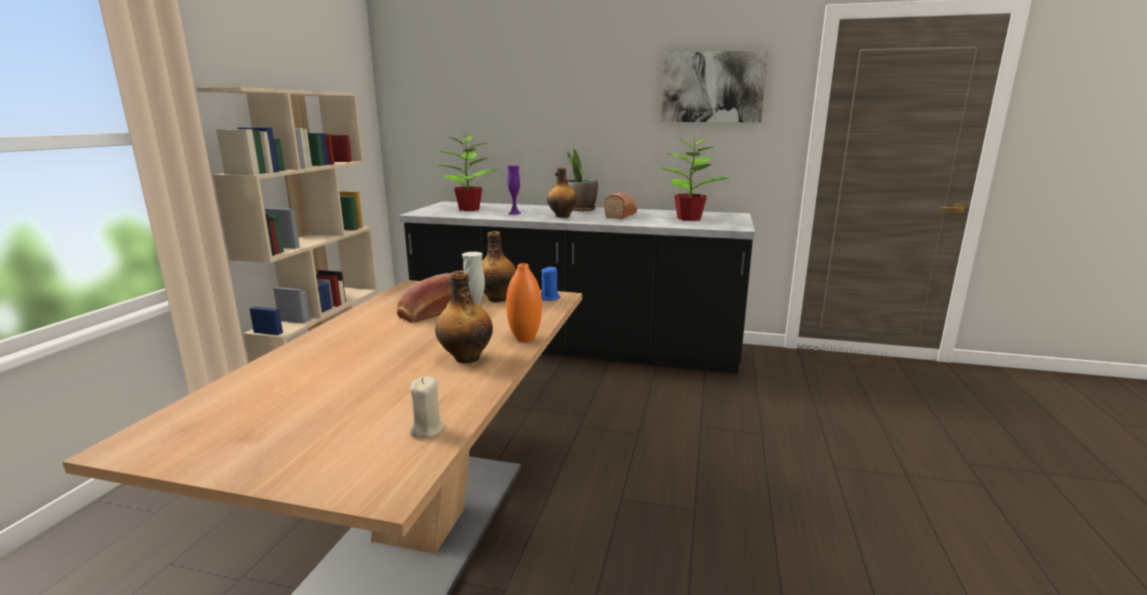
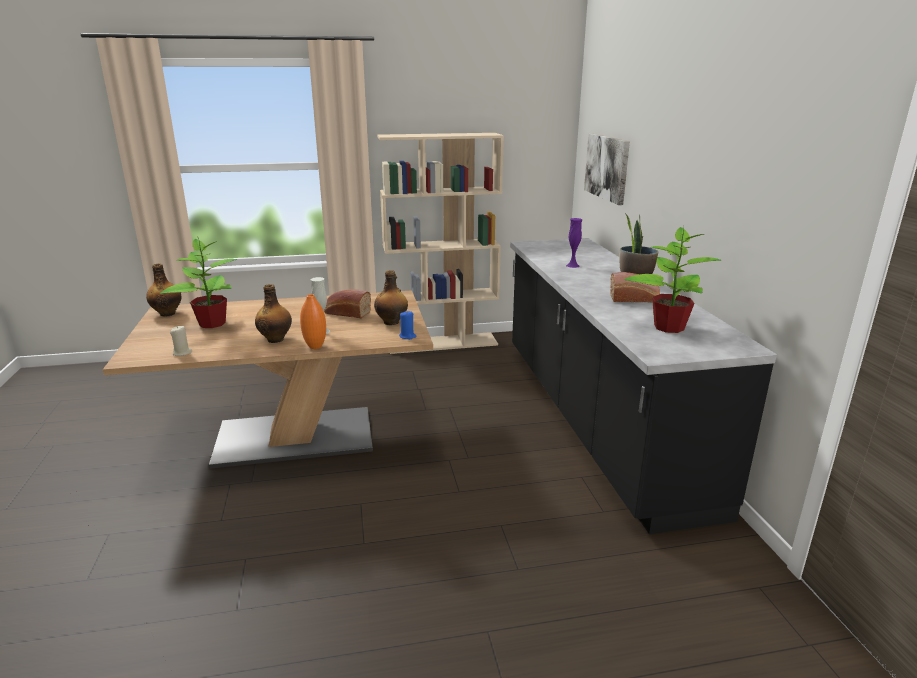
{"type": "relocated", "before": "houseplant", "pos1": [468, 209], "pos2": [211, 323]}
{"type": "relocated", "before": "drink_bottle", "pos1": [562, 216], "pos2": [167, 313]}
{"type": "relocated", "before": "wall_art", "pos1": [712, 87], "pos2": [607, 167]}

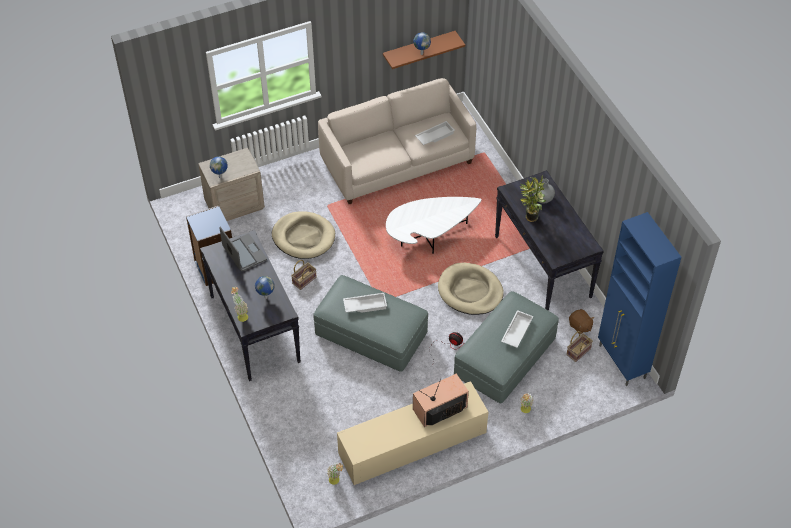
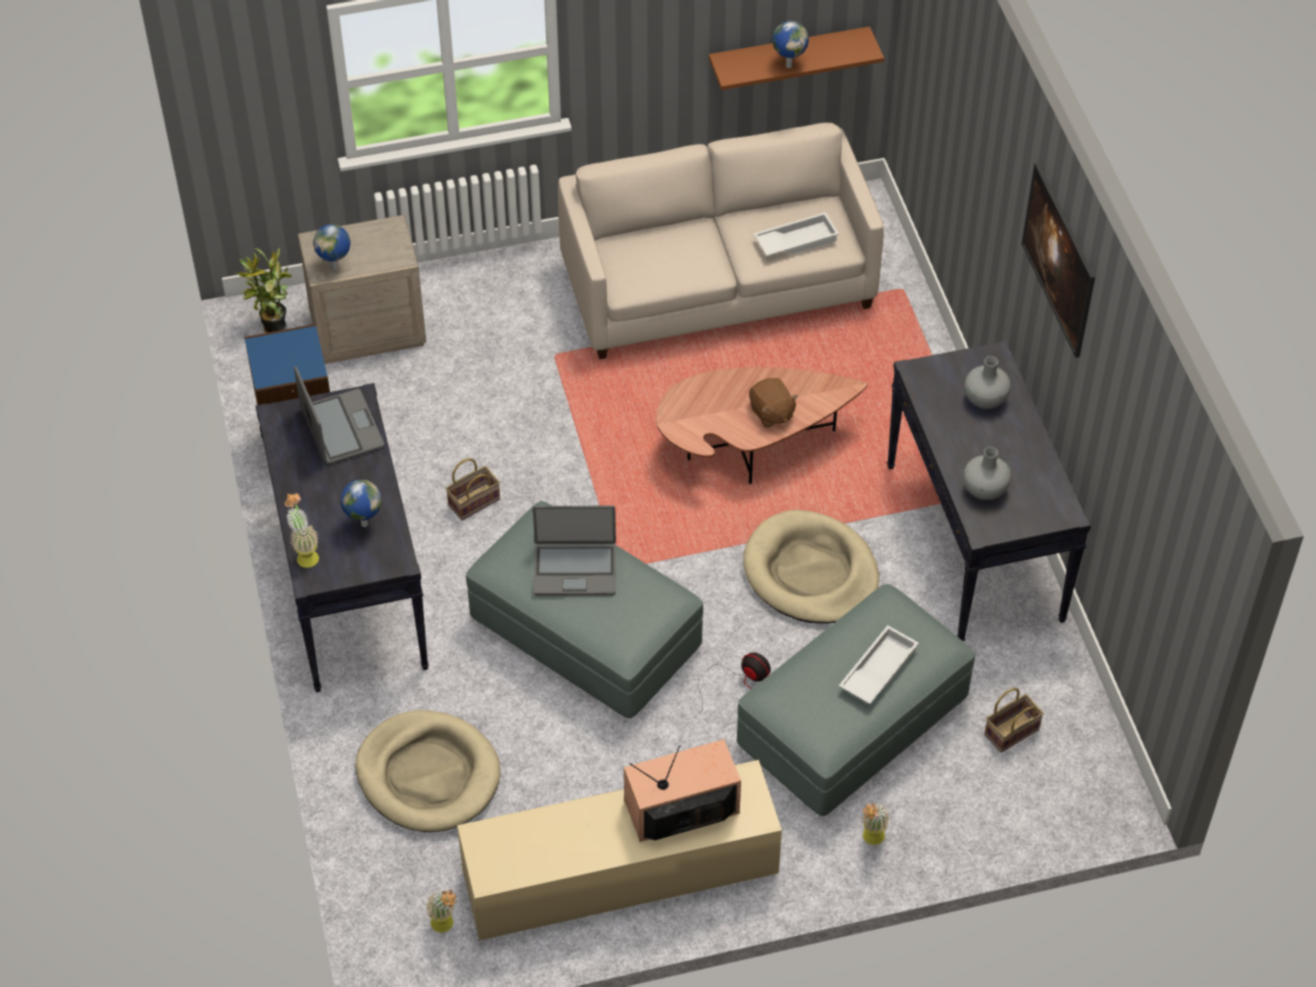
{"type": "missing", "before": "blue_cabinet", "pos1": [622, 362]}
{"type": "appeared", "after": "greyish_vase", "pos2": [984, 489]}
{"type": "appeared", "after": "wall_art", "pos2": [1055, 279]}
{"type": "relocated", "before": "sand-coloured_pet_bed", "pos1": [303, 237], "pos2": [428, 775]}
{"type": "relocated", "before": "houseplant", "pos1": [530, 218], "pos2": [272, 328]}
{"type": "relocated", "before": "brownish_soft_toy", "pos1": [580, 326], "pos2": [771, 413]}
{"type": "exchanged", "before": "white_carrying_tray", "after": "laptop", "pos1": [365, 305], "pos2": [575, 569]}
{"type": "colour", "before": "white_low_table", "after": "brownish_low_table", "pos1": [428, 236], "pos2": [748, 447]}

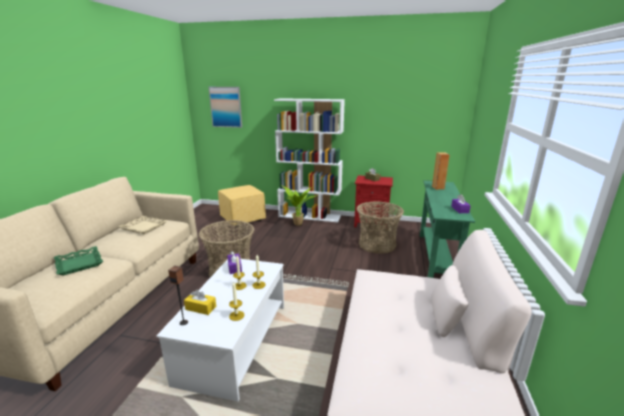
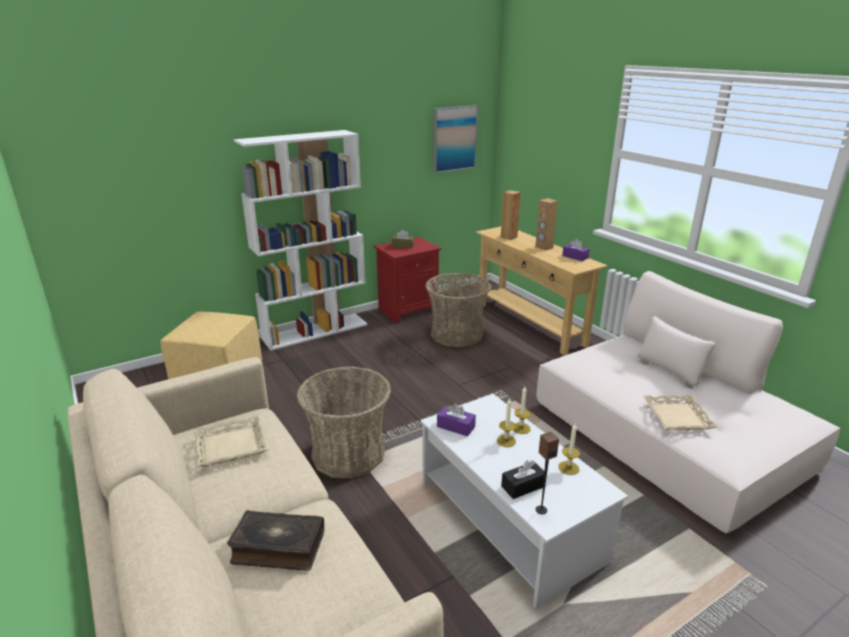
{"type": "missing", "before": "houseplant", "pos1": [298, 225]}
{"type": "appeared", "after": "brownish_loudspeaker", "pos2": [544, 247]}
{"type": "appeared", "after": "sand-coloured_carrying_tray", "pos2": [678, 417]}
{"type": "relocated", "before": "wall_art", "pos1": [226, 107], "pos2": [454, 139]}
{"type": "exchanged", "before": "greenish_carrying_tray", "after": "volume", "pos1": [79, 264], "pos2": [278, 548]}
{"type": "colour", "before": "yellowish_tissue_box", "after": "black-coloured_tissue_box", "pos1": [201, 308], "pos2": [523, 486]}
{"type": "colour", "before": "greenish_console_table", "after": "sand-coloured_console_table", "pos1": [436, 258], "pos2": [530, 324]}

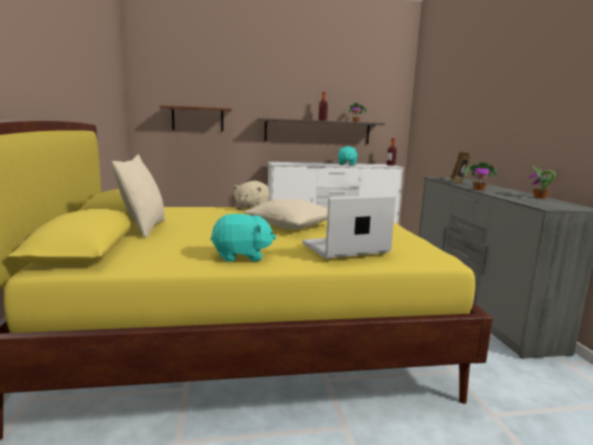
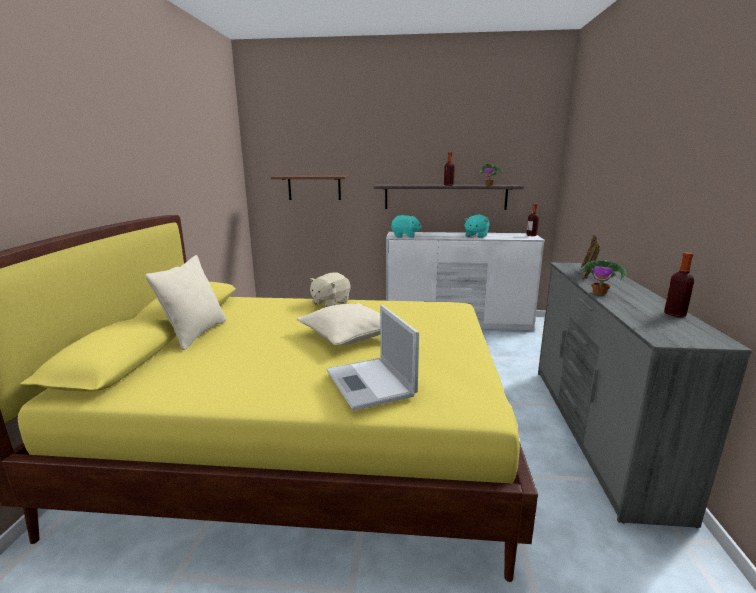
{"type": "relocated", "before": "turquoise-coloured_soft_toy", "pos1": [241, 256], "pos2": [405, 236]}
{"type": "exchanged", "before": "houseplant", "after": "drink_bottle", "pos1": [540, 197], "pos2": [674, 314]}
{"type": "spun", "before": "laptop", "pos1": [344, 248], "pos2": [371, 384], "turn": -105}

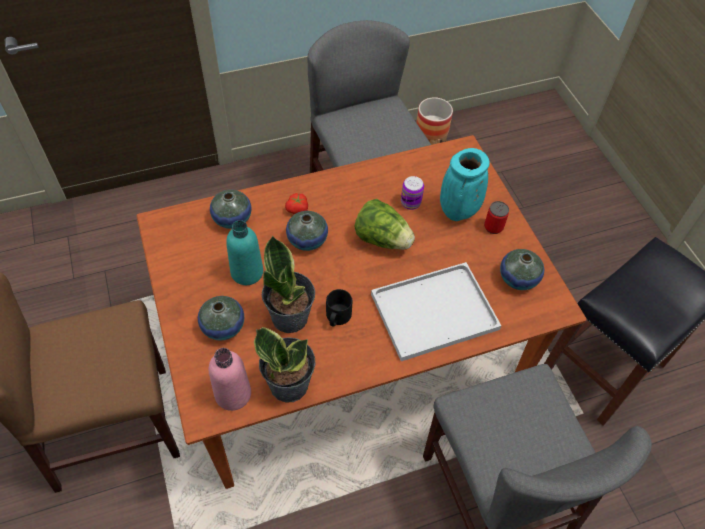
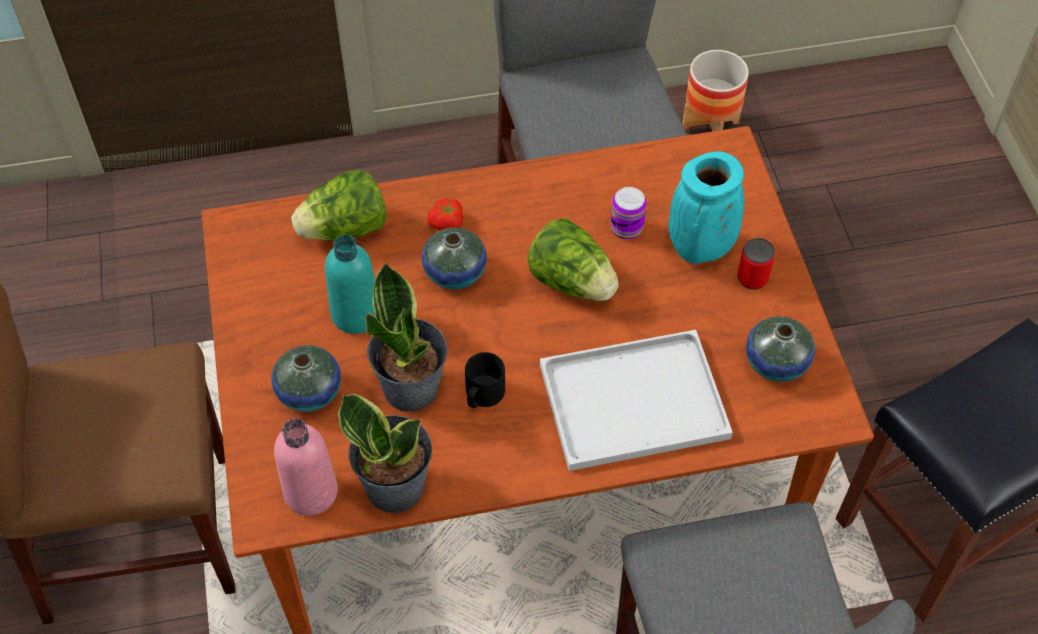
{"type": "exchanged", "before": "vase", "after": "lettuce", "pos1": [232, 218], "pos2": [345, 229]}

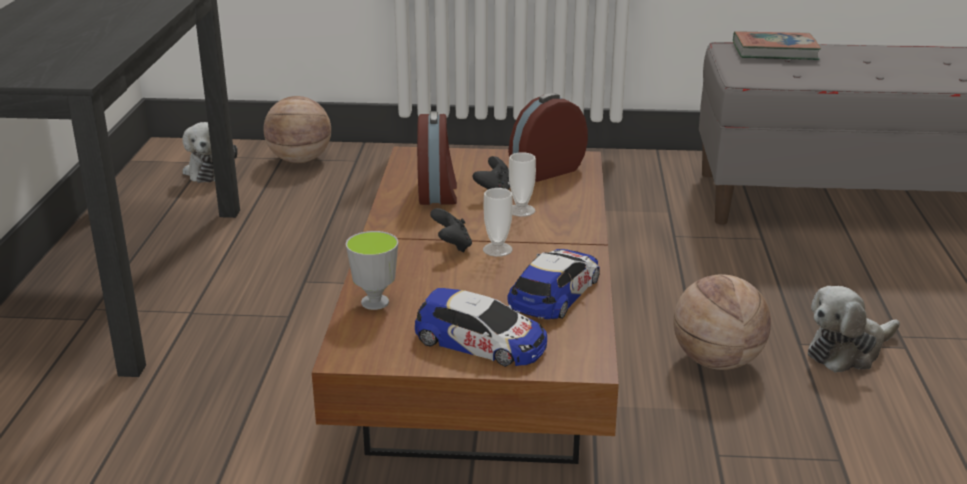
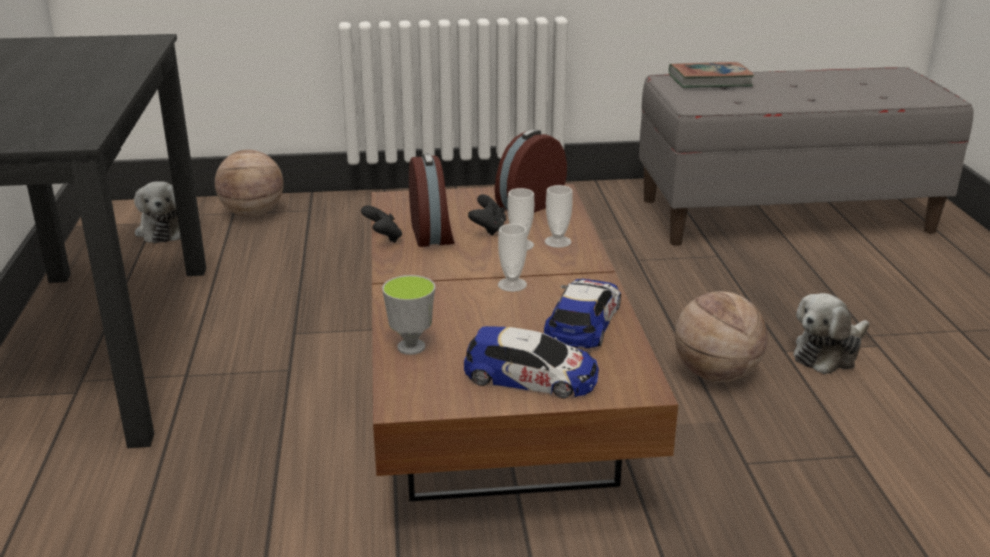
{"type": "appeared", "after": "drinking_cup", "pos2": [557, 242]}
{"type": "relocated", "before": "black-coloured_game_controller", "pos1": [452, 246], "pos2": [383, 238]}

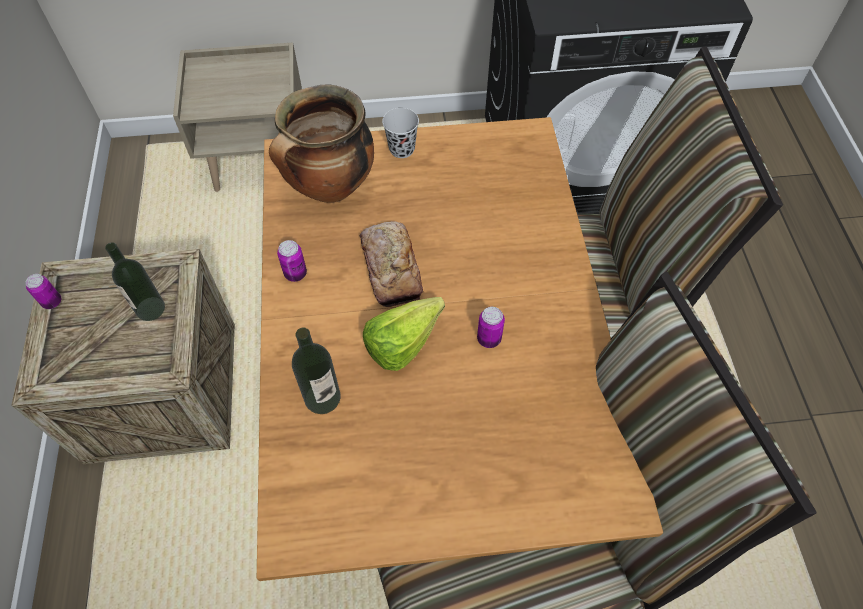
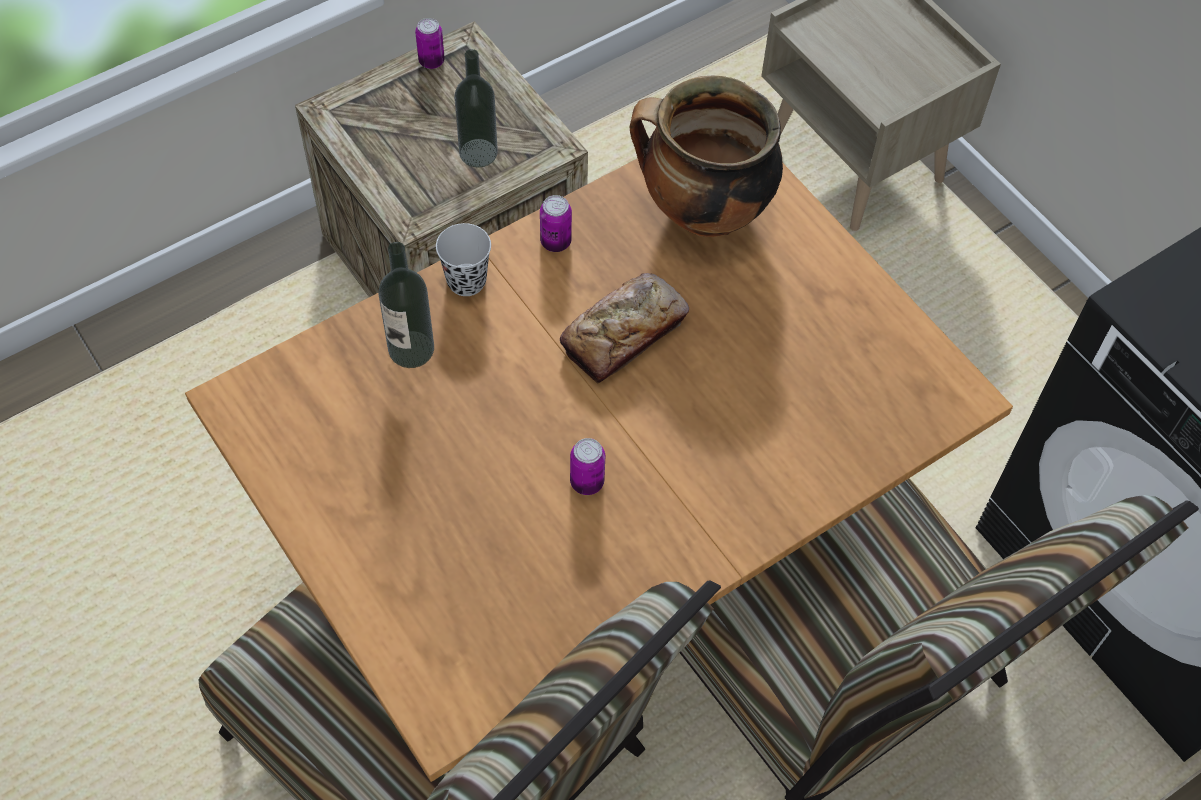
{"type": "missing", "before": "lettuce", "pos1": [409, 341]}
{"type": "relocated", "before": "black-coloured_drinking_cup", "pos1": [402, 149], "pos2": [466, 281]}

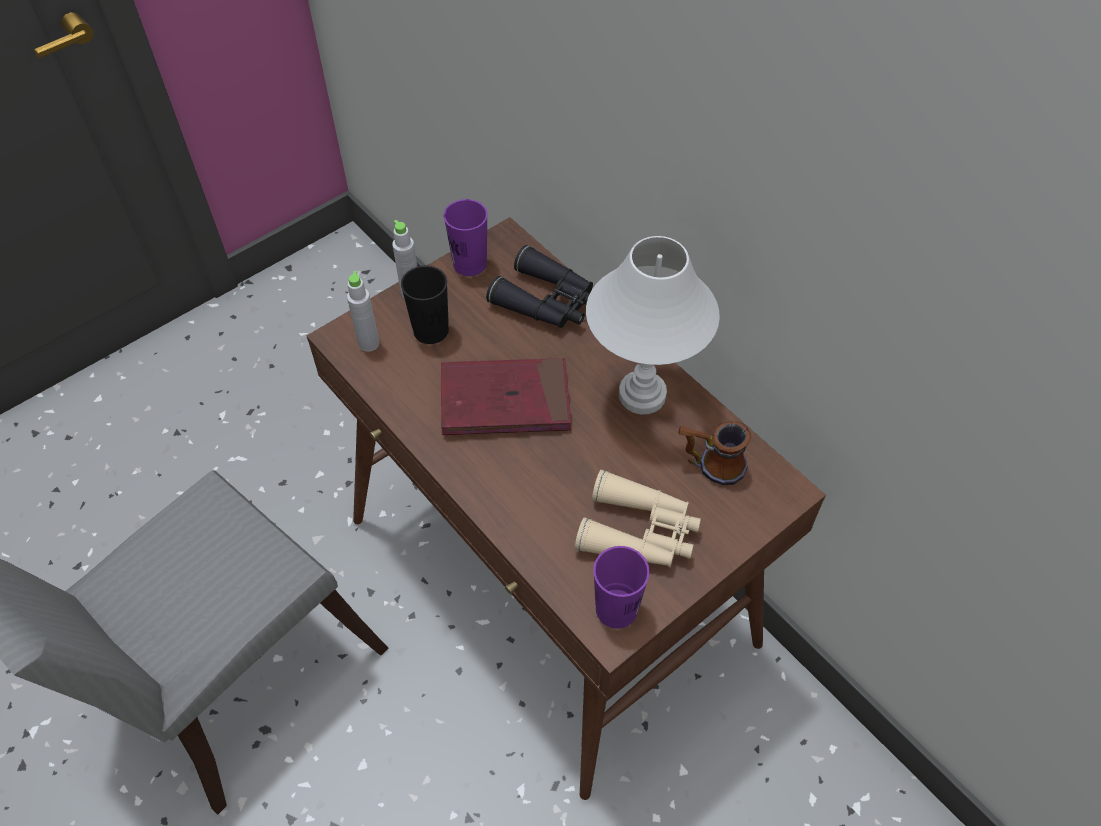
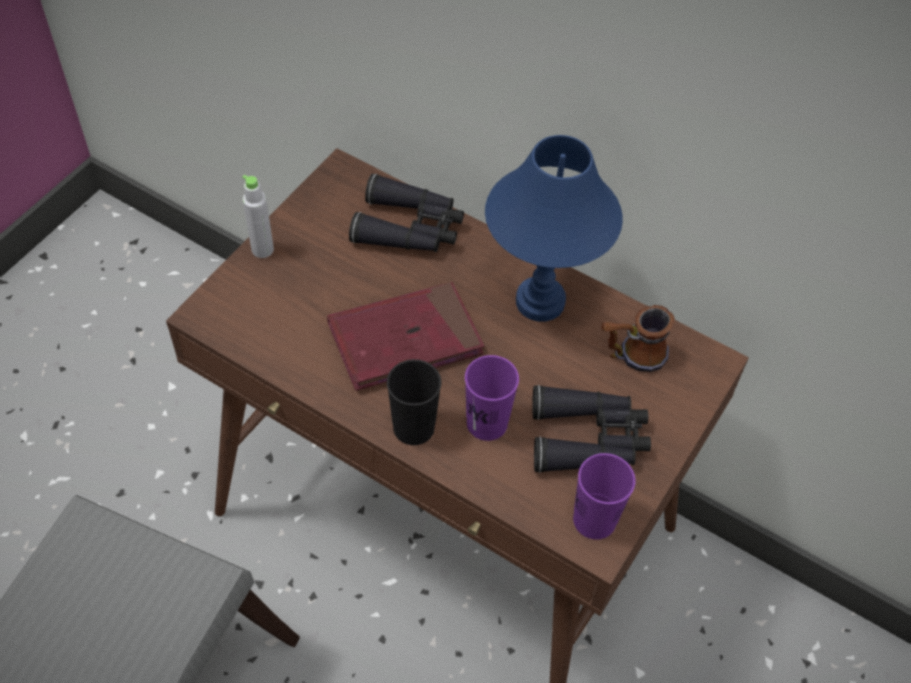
{"type": "missing", "before": "greyish_drink_bottle", "pos1": [369, 343]}
{"type": "relocated", "before": "black-coloured_drinking_cup", "pos1": [431, 330], "pos2": [413, 427]}
{"type": "relocated", "before": "purple_drinking_cup", "pos1": [470, 264], "pos2": [487, 423]}
{"type": "colour", "before": "sand-coloured_binoculars", "after": "black-coloured_binoculars", "pos1": [640, 532], "pos2": [588, 438]}
{"type": "colour", "before": "white_table_lamp", "after": "blue_table_lamp", "pos1": [643, 394], "pos2": [541, 301]}

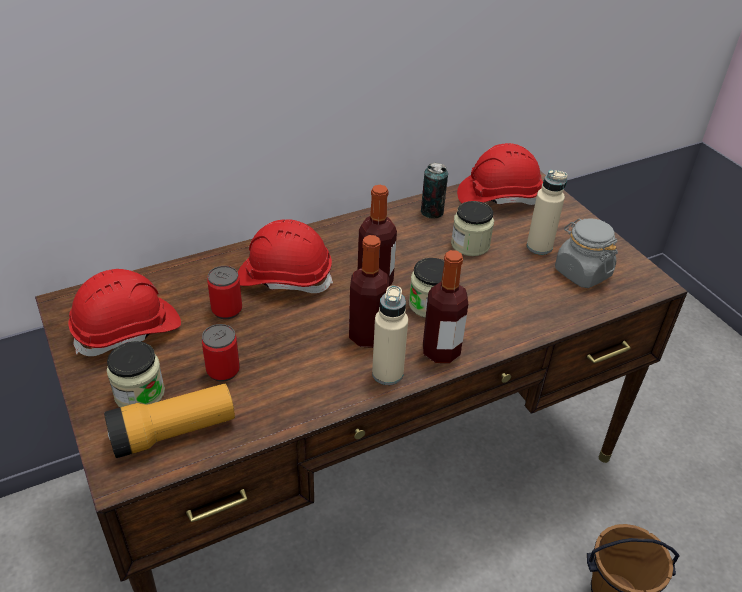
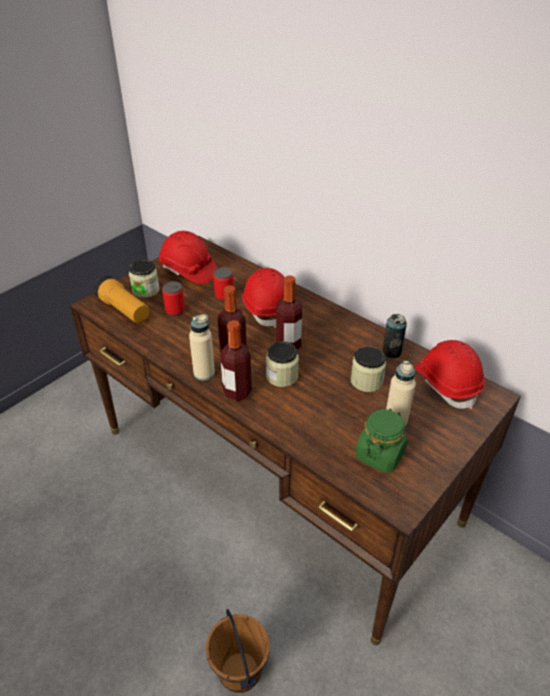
{"type": "colour", "before": "greyish_jar", "after": "greenish_jar", "pos1": [582, 273], "pos2": [380, 454]}

